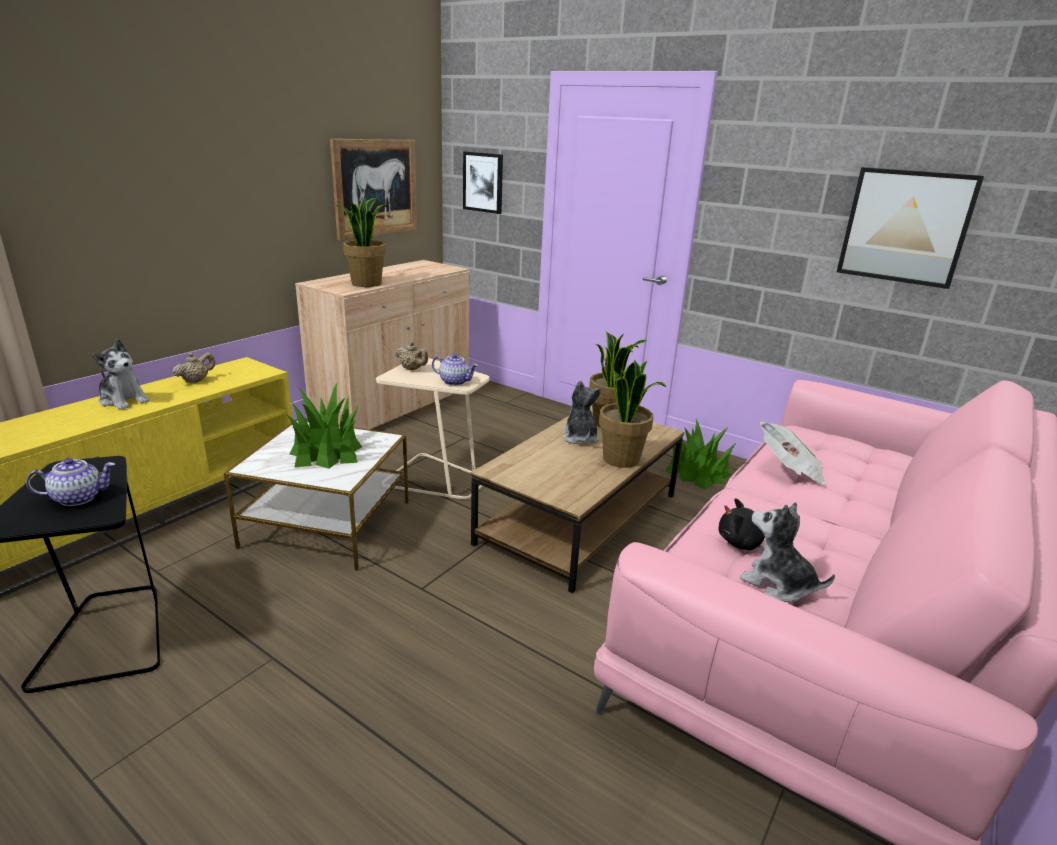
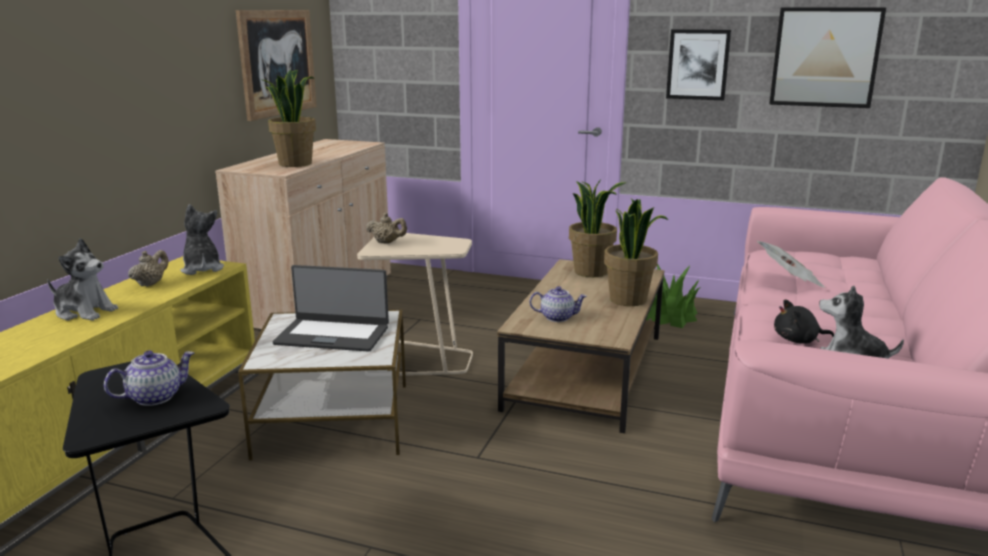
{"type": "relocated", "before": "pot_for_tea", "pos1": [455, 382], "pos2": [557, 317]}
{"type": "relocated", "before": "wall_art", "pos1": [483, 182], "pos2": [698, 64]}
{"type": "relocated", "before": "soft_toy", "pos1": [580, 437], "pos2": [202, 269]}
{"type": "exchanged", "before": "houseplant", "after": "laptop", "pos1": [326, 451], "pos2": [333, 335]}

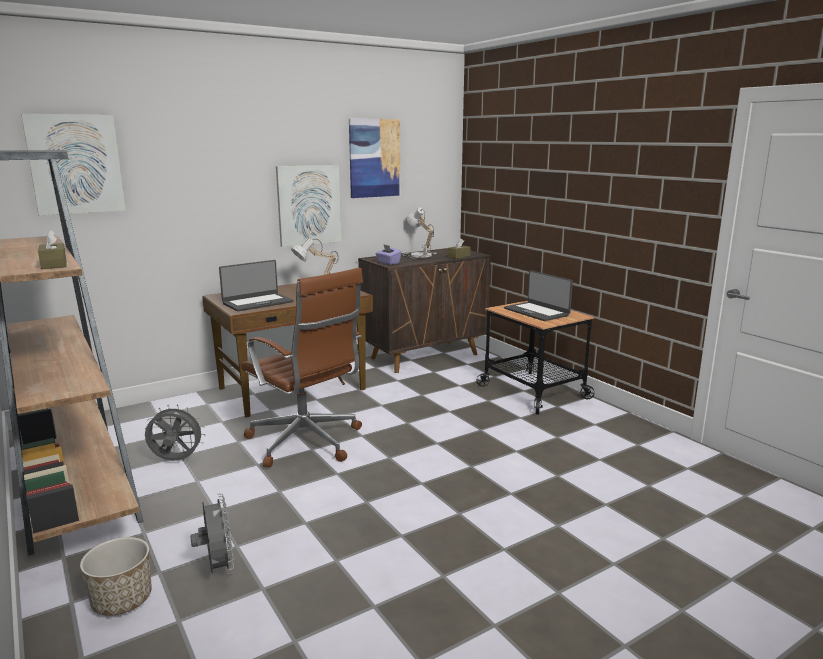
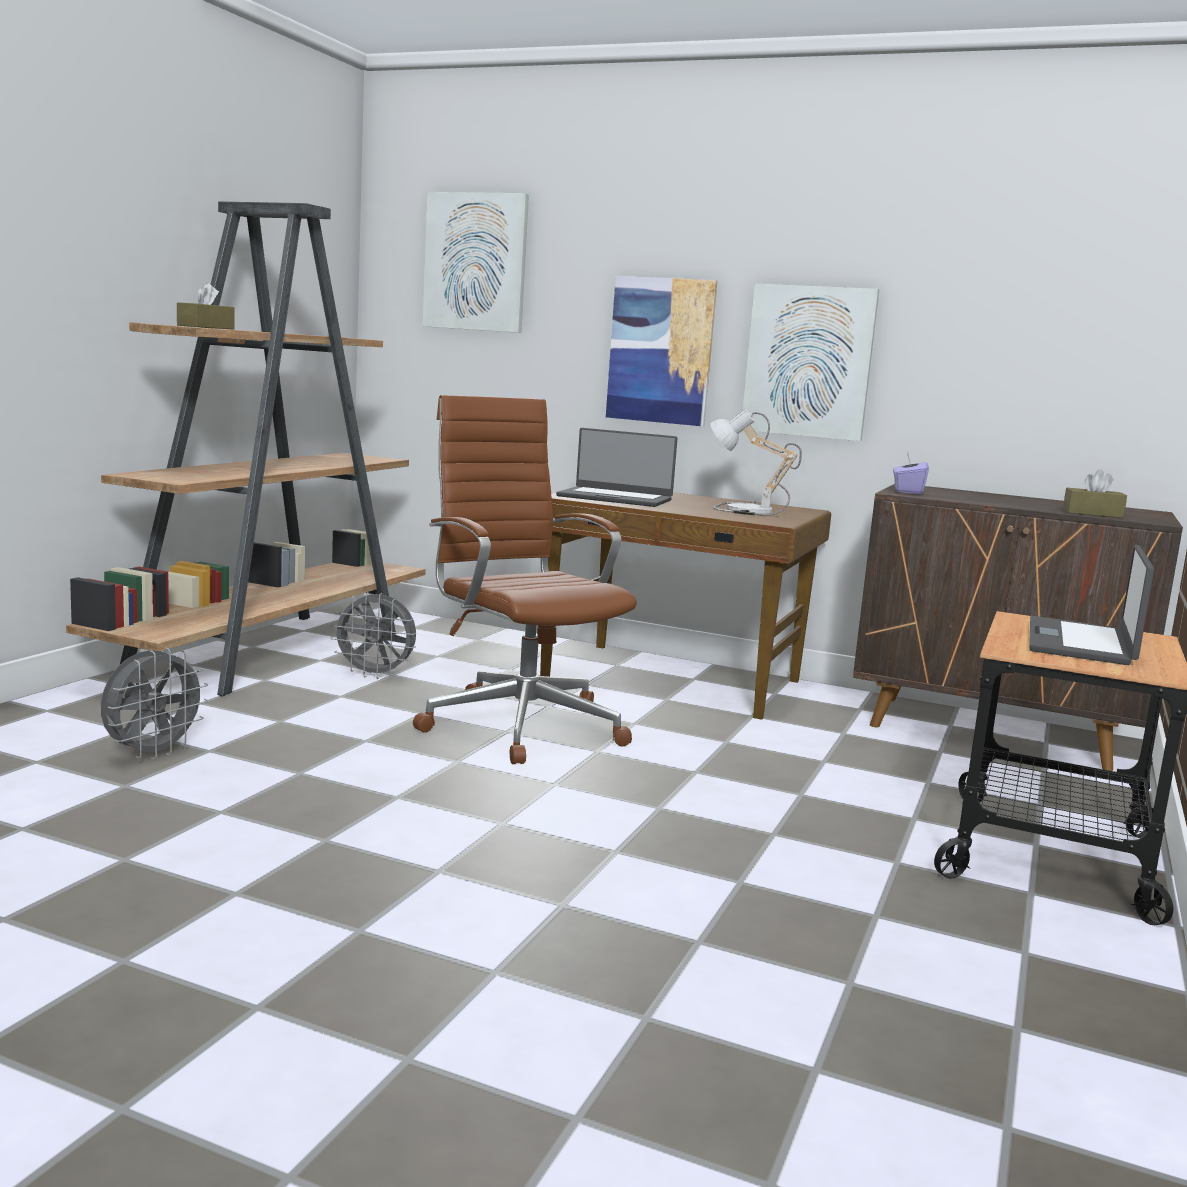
{"type": "missing", "before": "flower_pot", "pos1": [122, 600]}
{"type": "missing", "before": "table_lamp", "pos1": [418, 255]}
{"type": "relocated", "before": "wall_art", "pos1": [374, 158], "pos2": [661, 351]}
{"type": "spun", "before": "greyish_fan", "pos1": [176, 461], "pos2": [375, 675], "turn": 135}
{"type": "spun", "before": "brownish_office_chair", "pos1": [306, 442], "pos2": [520, 724], "turn": 135}

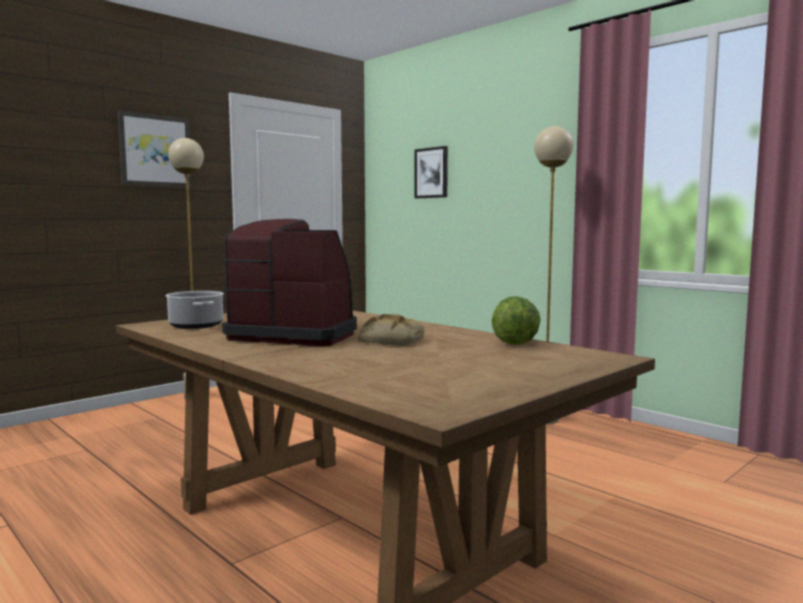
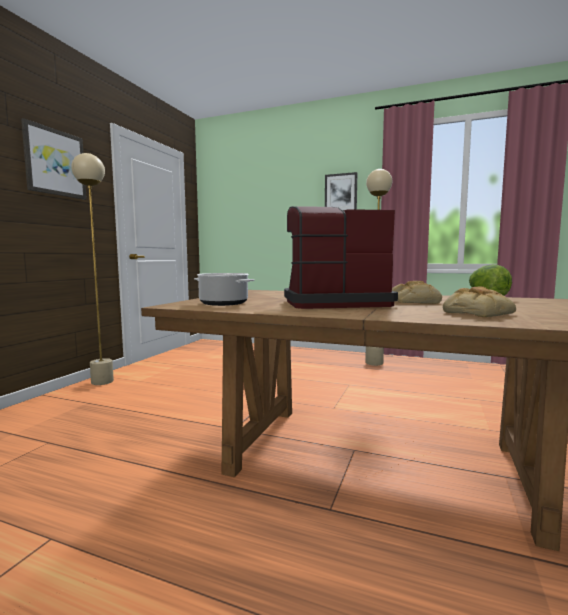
{"type": "appeared", "after": "baked_bread", "pos2": [477, 313]}
{"type": "relocated", "before": "wall_art", "pos1": [431, 173], "pos2": [341, 193]}

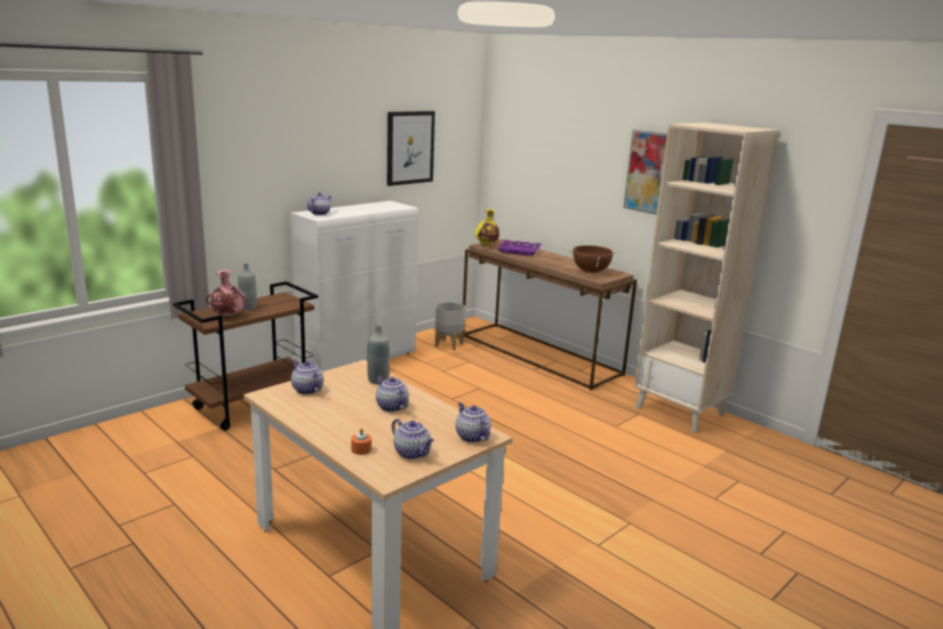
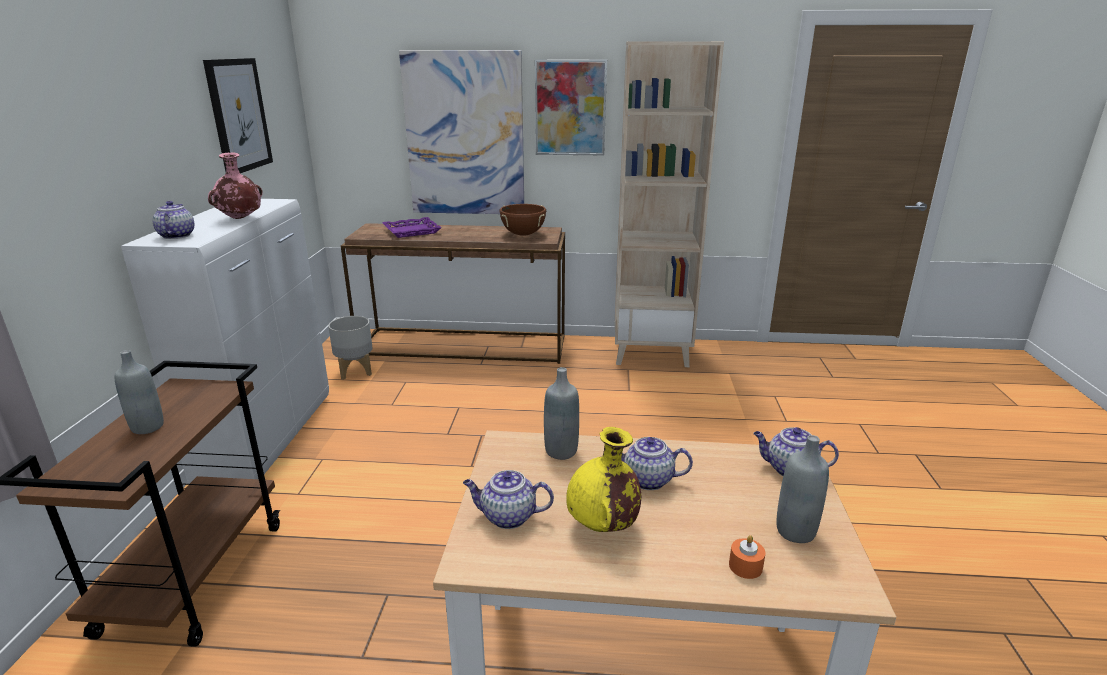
{"type": "appeared", "after": "wall_art", "pos2": [465, 135]}
{"type": "relocated", "before": "pink_vase", "pos1": [227, 316], "pos2": [240, 219]}
{"type": "relocated", "before": "yellowish_vase", "pos1": [486, 245], "pos2": [603, 527]}
{"type": "exchanged", "before": "pot_for_tea", "after": "greyish_drink_bottle", "pos1": [412, 453], "pos2": [795, 531]}

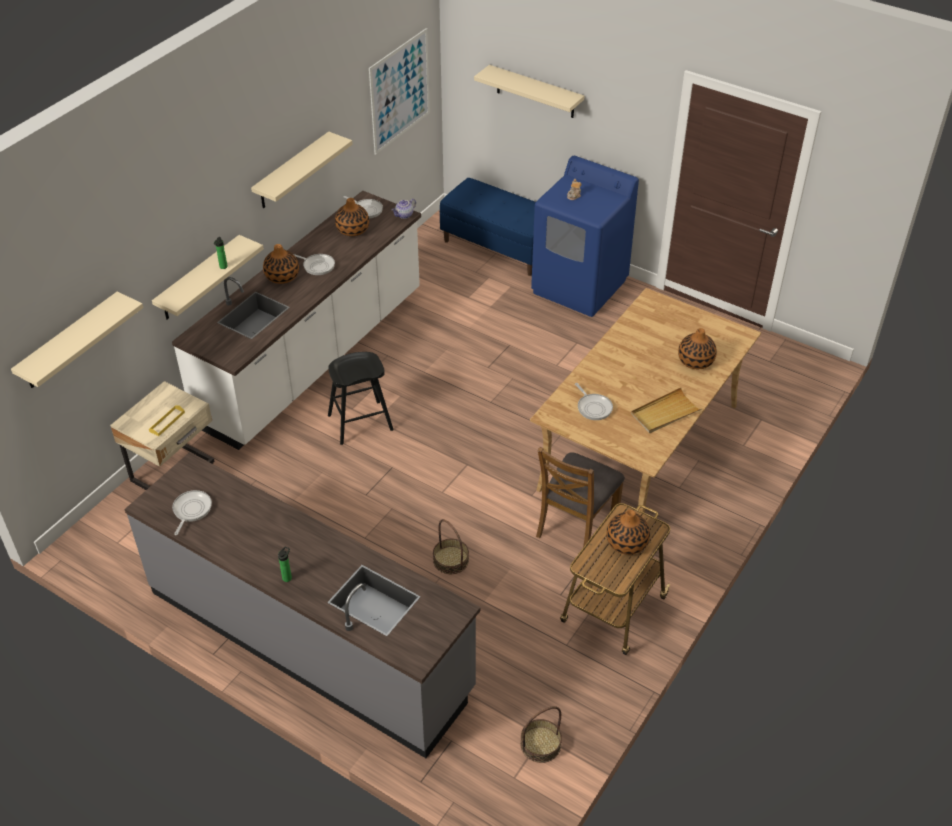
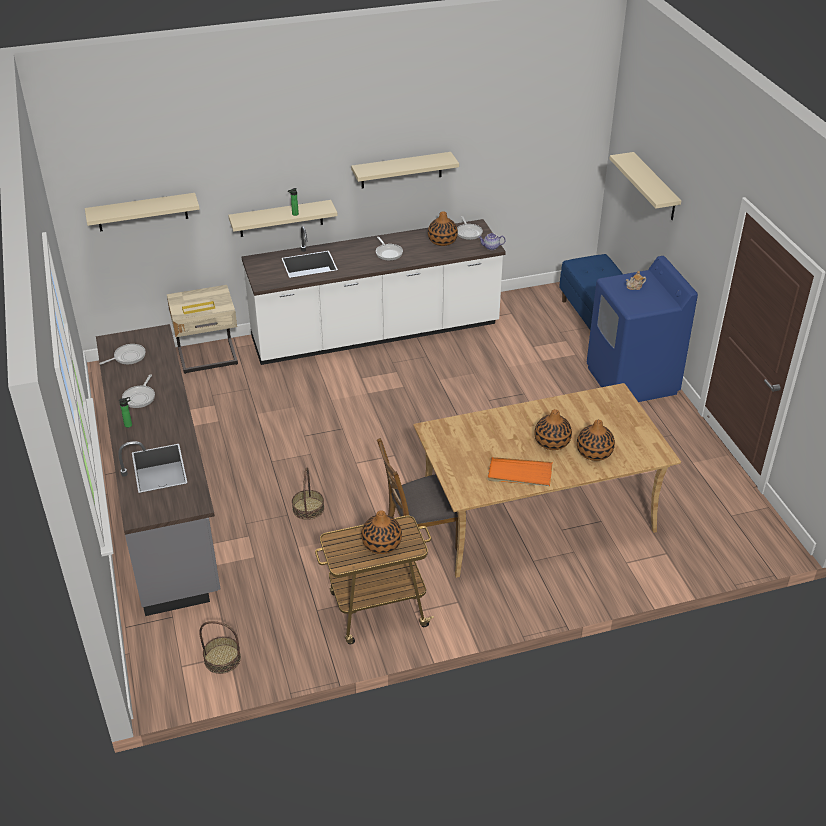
{"type": "missing", "before": "black-coloured_sitting_stool", "pos1": [360, 423]}
{"type": "missing", "before": "wall_art", "pos1": [400, 91]}
{"type": "relocated", "before": "vase", "pos1": [282, 277], "pos2": [552, 442]}
{"type": "relocated", "before": "pan", "pos1": [593, 407], "pos2": [140, 397]}
{"type": "colour", "before": "sand-coloured_carrying_tray", "after": "orange_carrying_tray", "pos1": [665, 413], "pos2": [519, 474]}

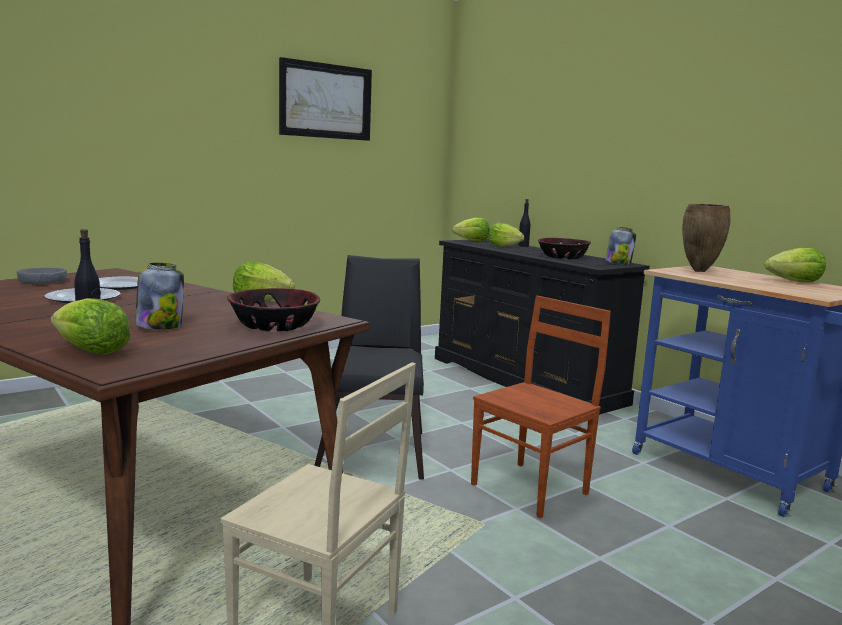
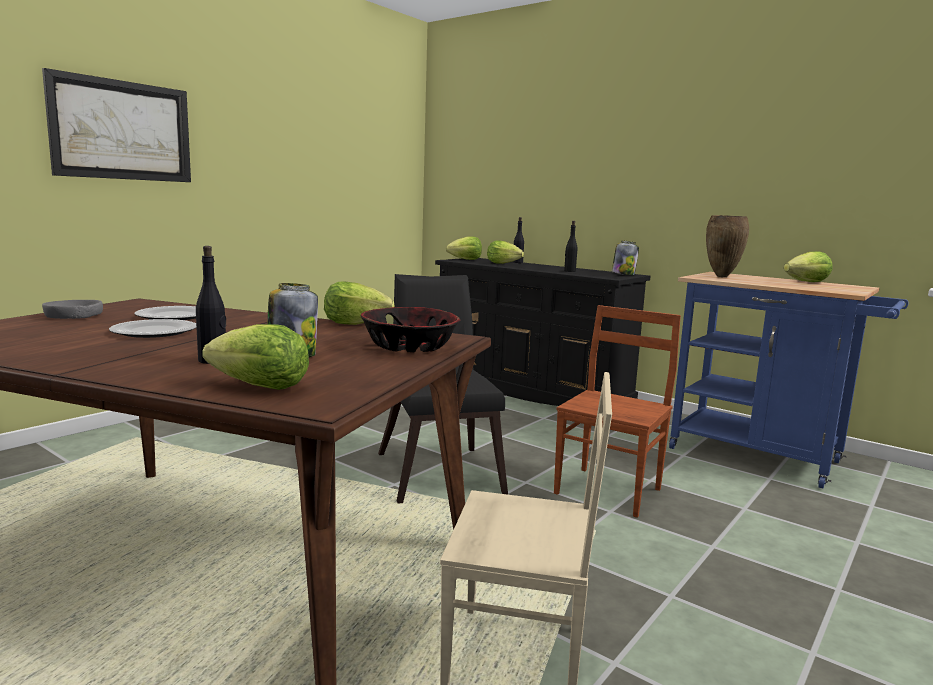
{"type": "relocated", "before": "wall_art", "pos1": [325, 101], "pos2": [122, 130]}
{"type": "exchanged", "before": "serving_bowl", "after": "black-coloured_drink_bottle", "pos1": [562, 257], "pos2": [569, 271]}

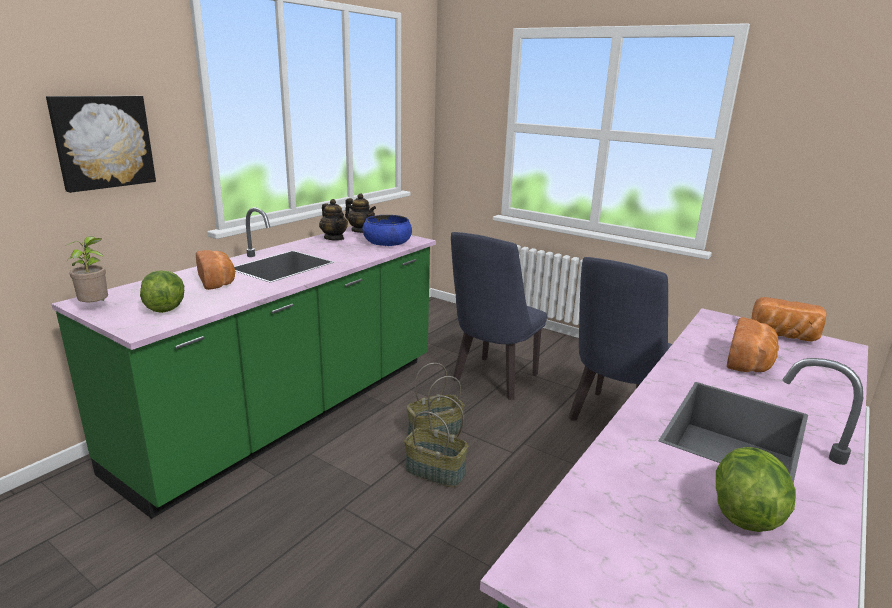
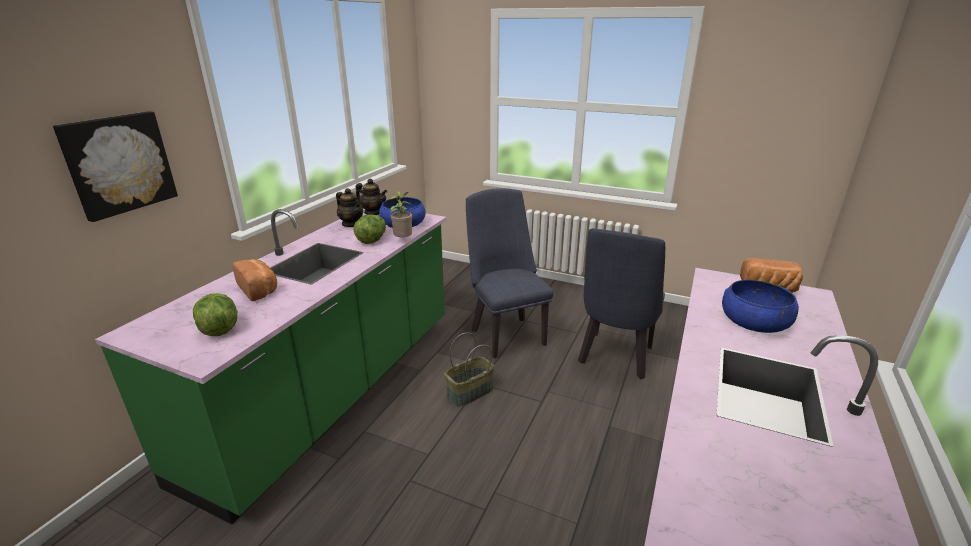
{"type": "missing", "before": "basket", "pos1": [434, 472]}
{"type": "relocated", "before": "houseplant", "pos1": [96, 307], "pos2": [403, 240]}
{"type": "relocated", "before": "lettuce", "pos1": [745, 511], "pos2": [372, 240]}
{"type": "exchanged", "before": "baked_bread", "after": "blue_serving_bowl", "pos1": [750, 363], "pos2": [754, 321]}
{"type": "spun", "before": "blue_upright_chair", "pos1": [492, 380], "pos2": [505, 333], "turn": 135}

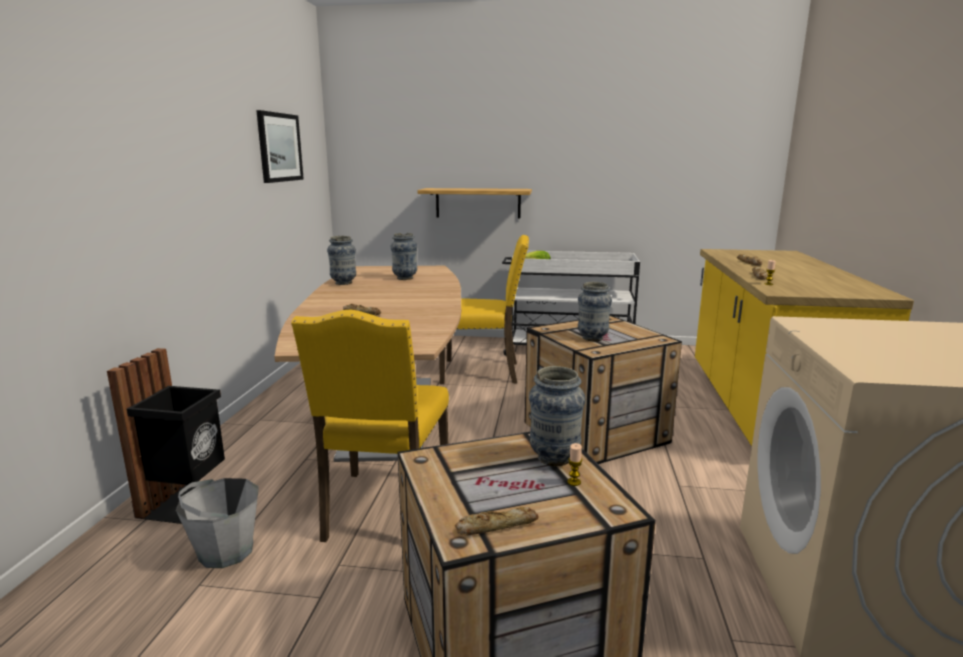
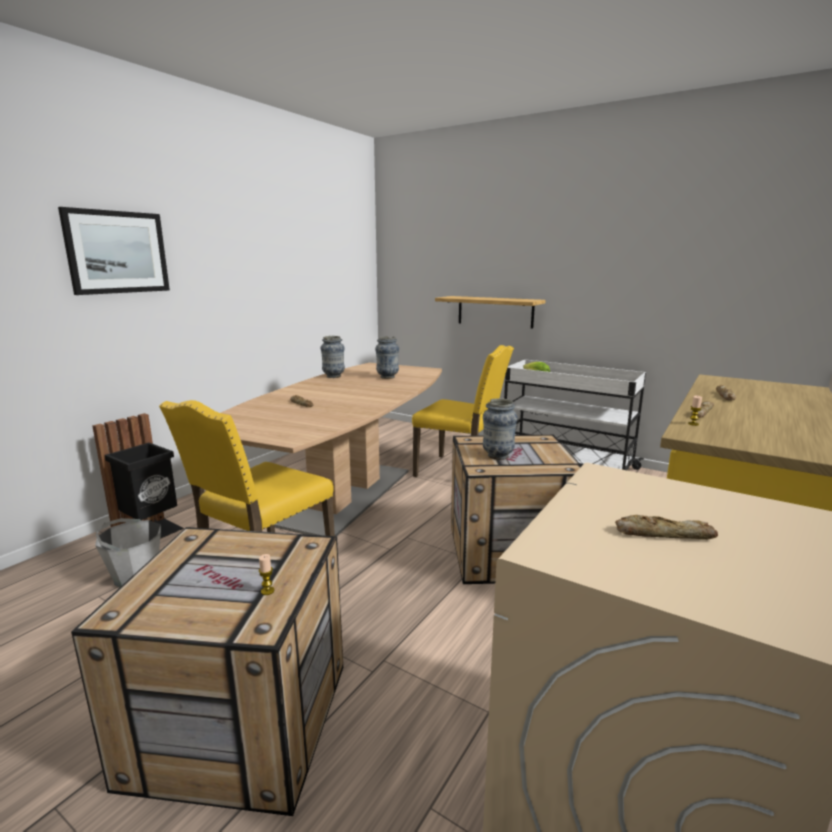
{"type": "missing", "before": "vase", "pos1": [554, 458]}
{"type": "relocated", "before": "wall_art", "pos1": [279, 147], "pos2": [117, 252]}
{"type": "relocated", "before": "baked_bread", "pos1": [496, 526], "pos2": [663, 534]}

